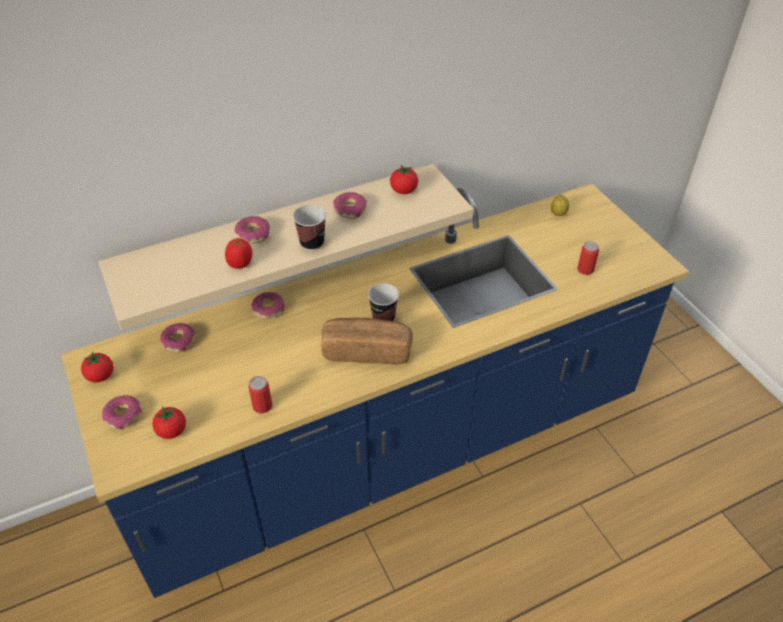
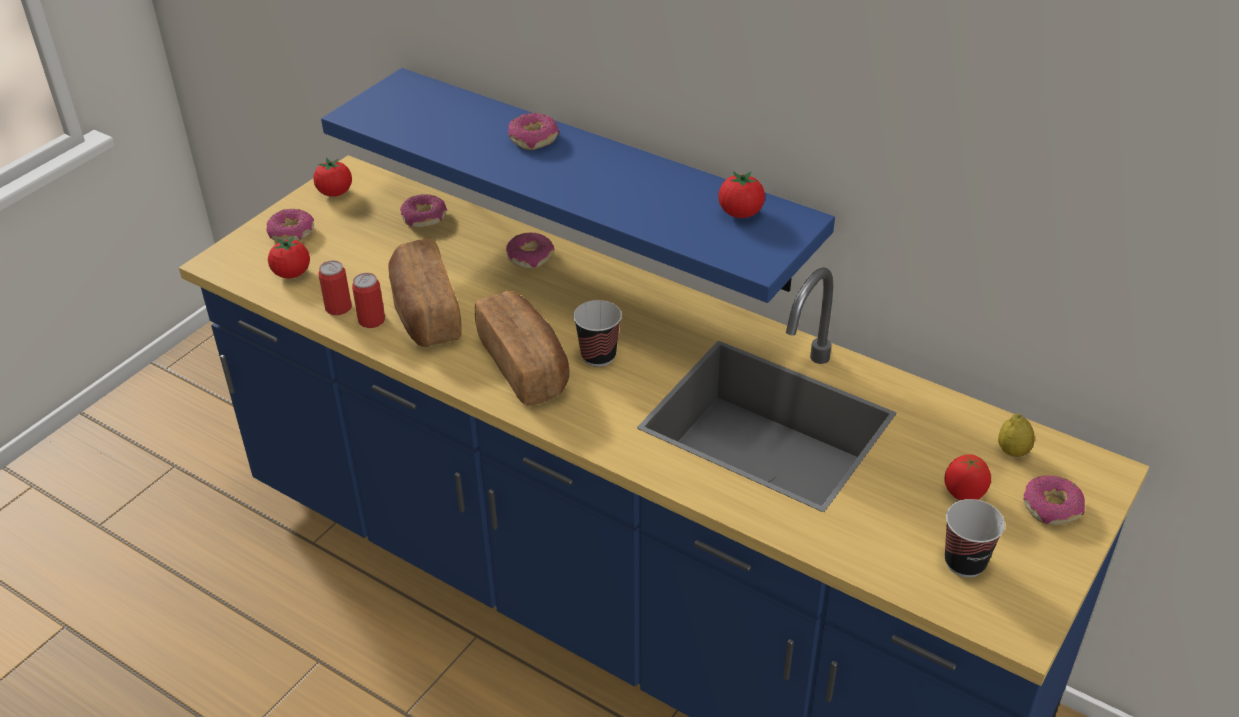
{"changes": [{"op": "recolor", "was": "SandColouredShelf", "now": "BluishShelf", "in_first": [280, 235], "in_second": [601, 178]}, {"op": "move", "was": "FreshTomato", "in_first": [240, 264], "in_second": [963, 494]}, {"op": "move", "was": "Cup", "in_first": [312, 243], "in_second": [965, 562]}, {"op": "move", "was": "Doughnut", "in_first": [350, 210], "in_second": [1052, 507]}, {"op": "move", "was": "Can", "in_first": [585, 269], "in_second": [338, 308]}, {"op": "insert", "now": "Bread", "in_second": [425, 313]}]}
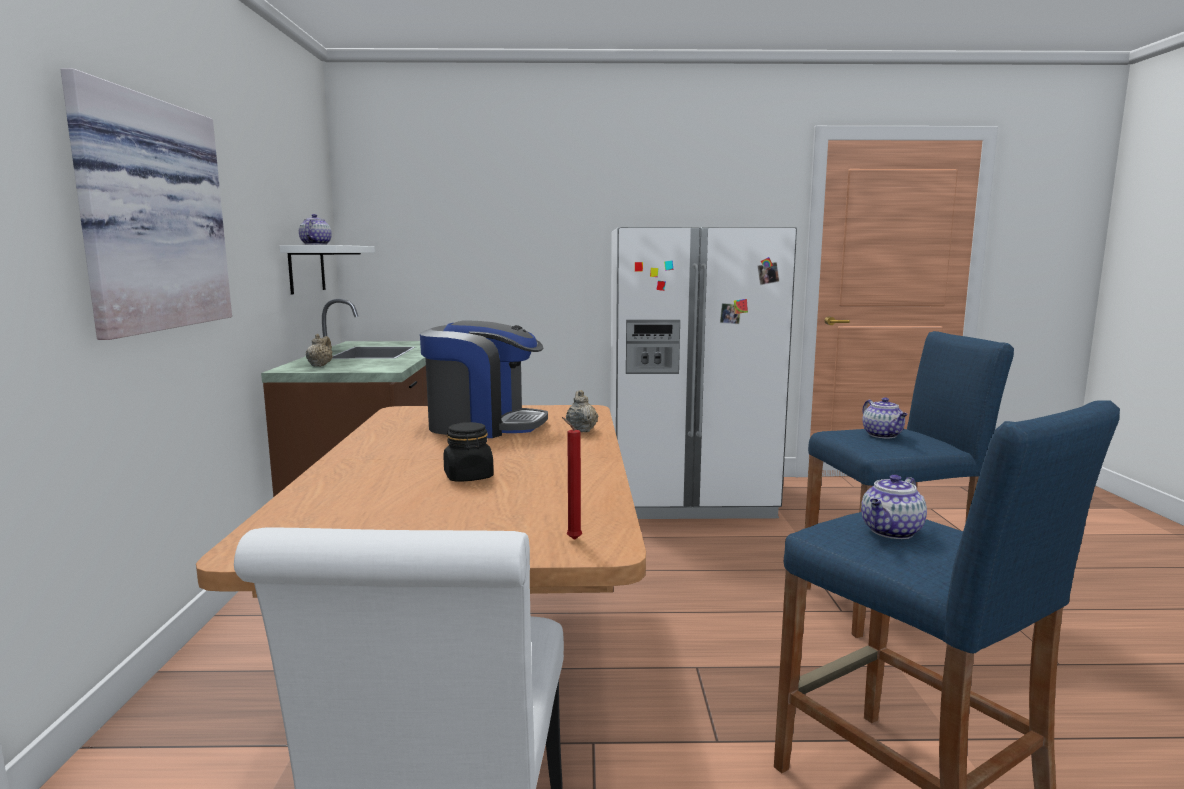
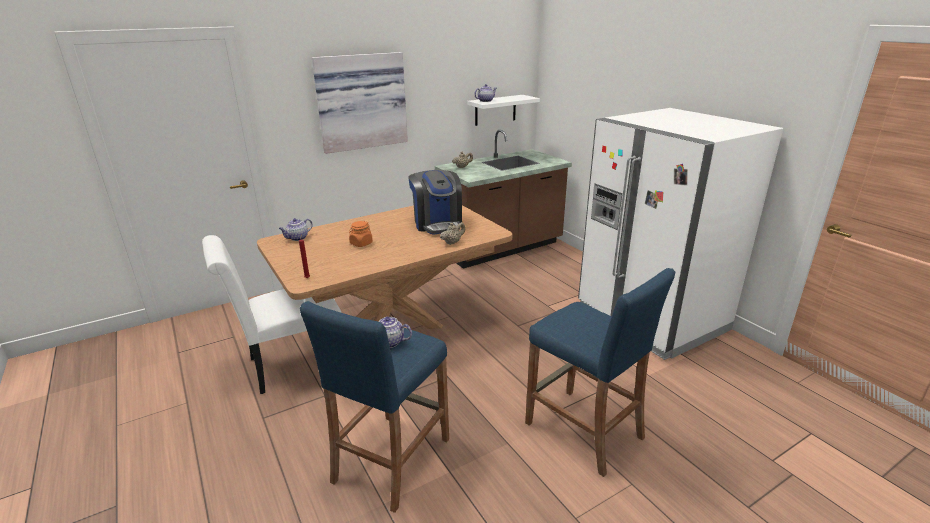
{"changes": [{"op": "recolor", "was": "BlackishPreserveJar", "now": "OrangeyPreserveJar", "in_first": [468, 477], "in_second": [361, 243]}, {"op": "move", "was": "TeaPot", "in_first": [883, 435], "in_second": [297, 238]}]}
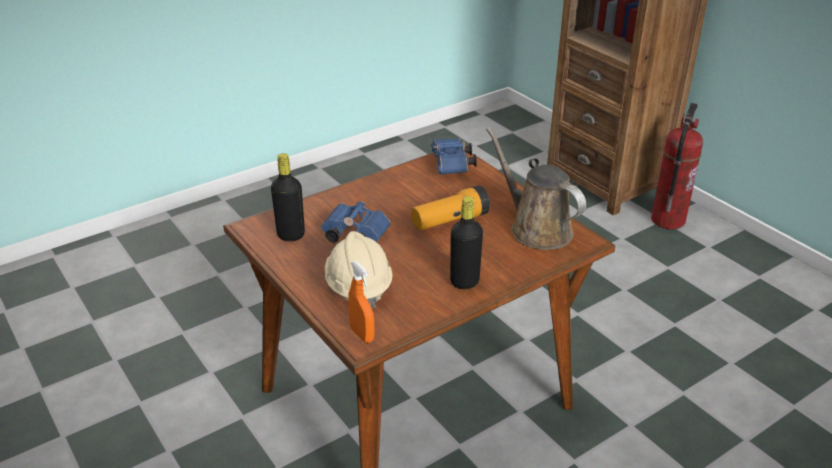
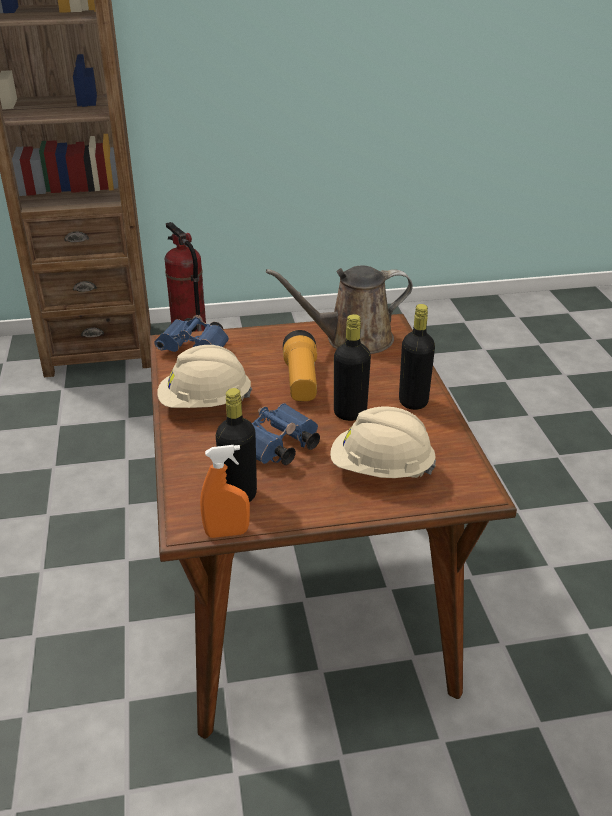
{"changes": [{"op": "move", "was": "OrangeyHandSprayer", "in_first": [362, 334], "in_second": [227, 533]}, {"op": "insert", "now": "SandColouredSafetyHelmet", "in_second": [205, 404]}, {"op": "insert", "now": "BlackishBottle", "in_second": [350, 413]}]}
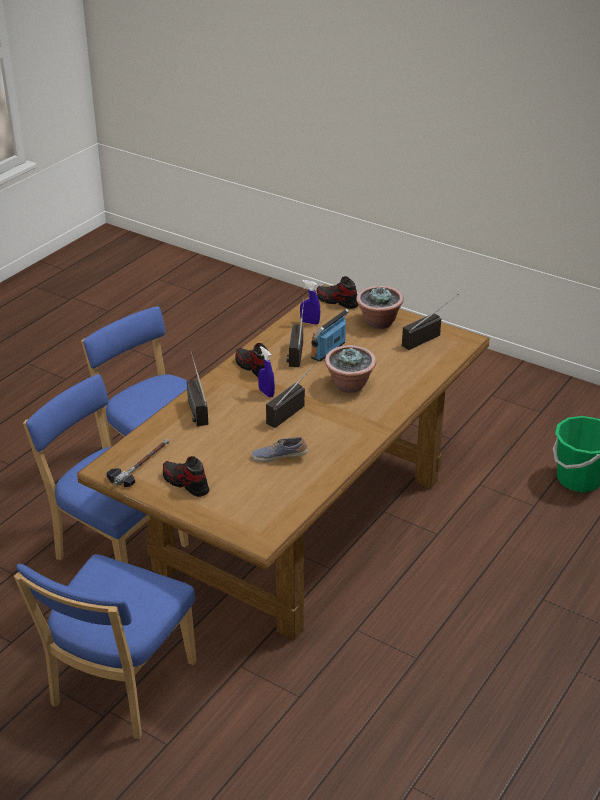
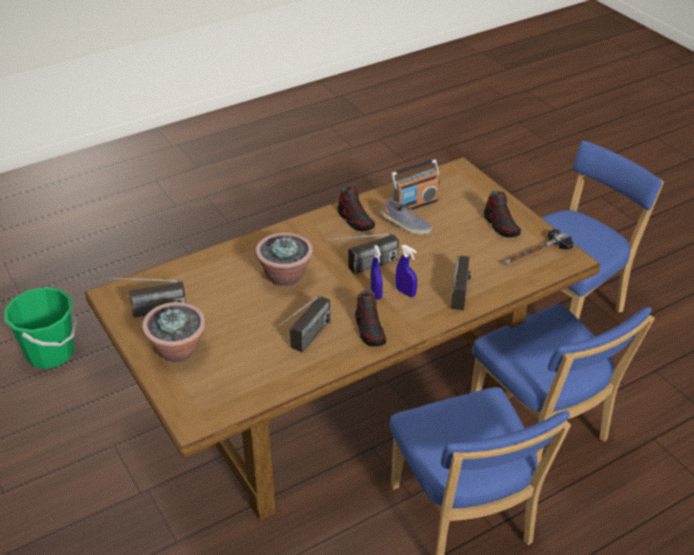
{"changes": [{"op": "move", "was": "BluishHandSprayer", "in_first": [310, 322], "in_second": [405, 292]}, {"op": "move", "was": "RadioSet", "in_first": [328, 350], "in_second": [415, 204]}, {"op": "move", "was": "ItemOfFootwear", "in_first": [337, 301], "in_second": [355, 220]}]}
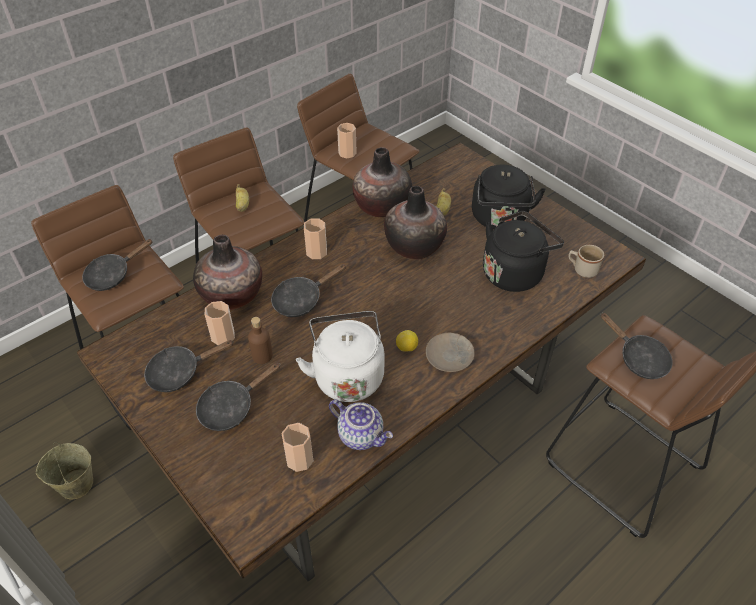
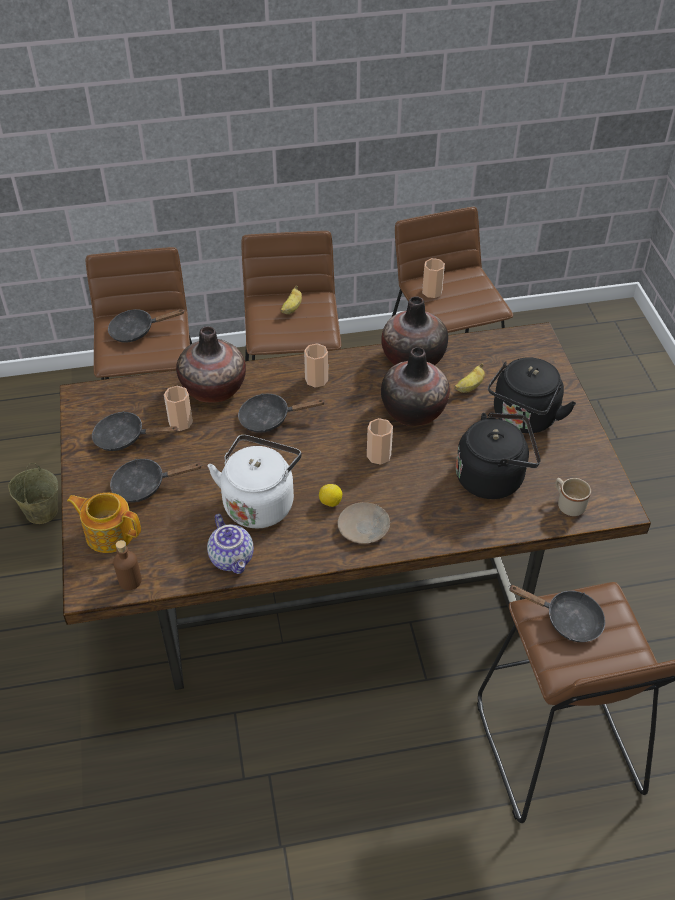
{"changes": [{"op": "move", "was": "BrownColouredBottle", "in_first": [262, 356], "in_second": [130, 581]}, {"op": "move", "was": "Cup", "in_first": [299, 459], "in_second": [379, 455]}, {"op": "rotate", "was": "BlackishPan", "in_first": [639, 358], "in_second": [567, 620], "clockwise": -60}, {"op": "insert", "now": "TeaPot", "in_second": [109, 533]}]}
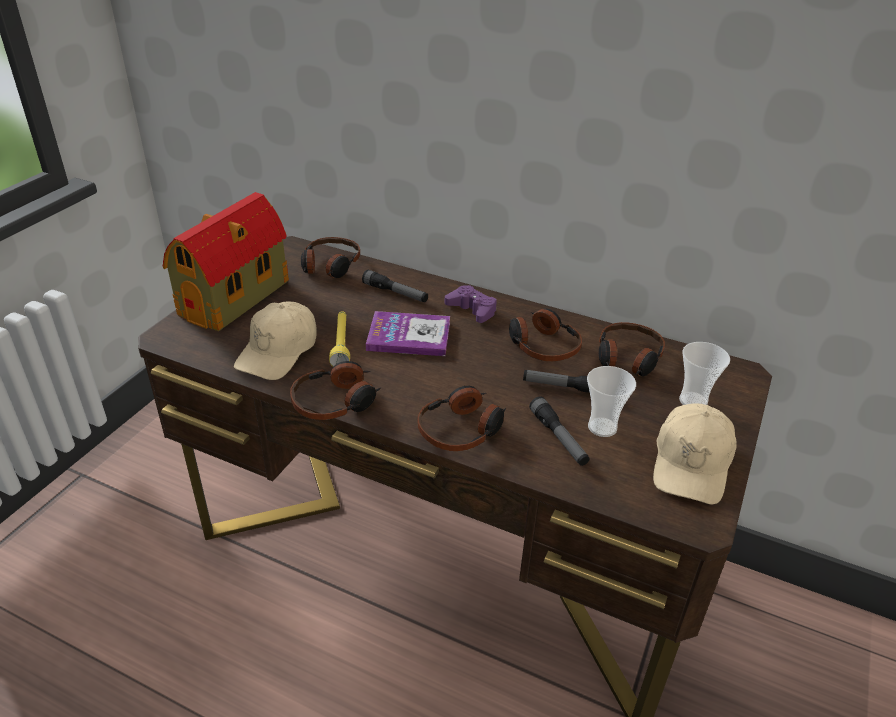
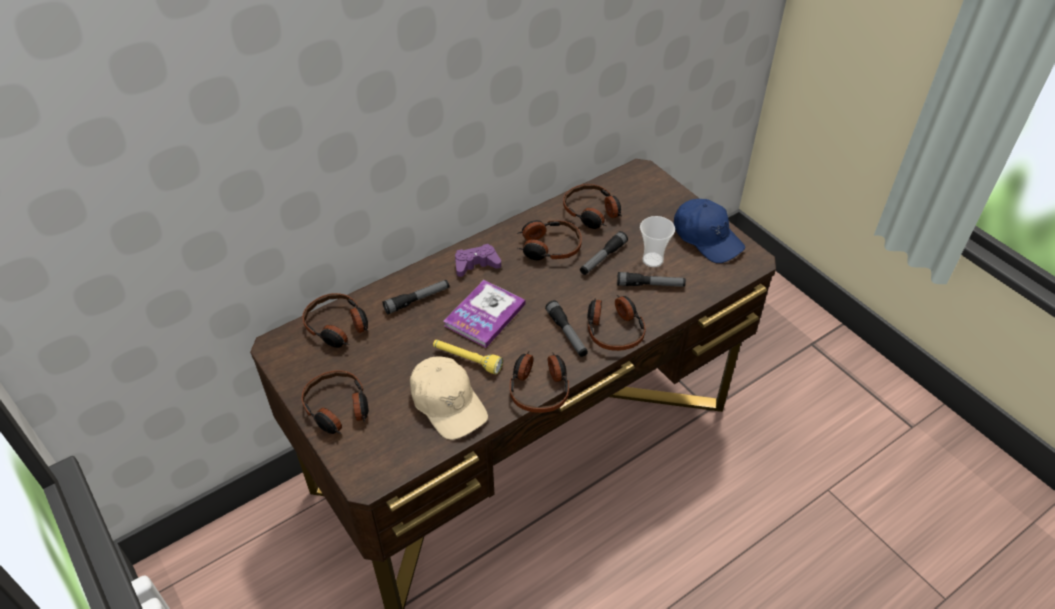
{"changes": [{"op": "replace", "was": "ModelHouse", "now": "Headphones", "in_first": [237, 297], "in_second": [338, 409]}, {"op": "recolor", "was": "SandColouredBaseballCap", "now": "BluishBaseballCap", "in_first": [691, 463], "in_second": [707, 238]}, {"op": "delete", "was": "Cup", "in_first": [693, 401]}, {"op": "insert", "now": "HandTorch", "in_second": [567, 333]}]}
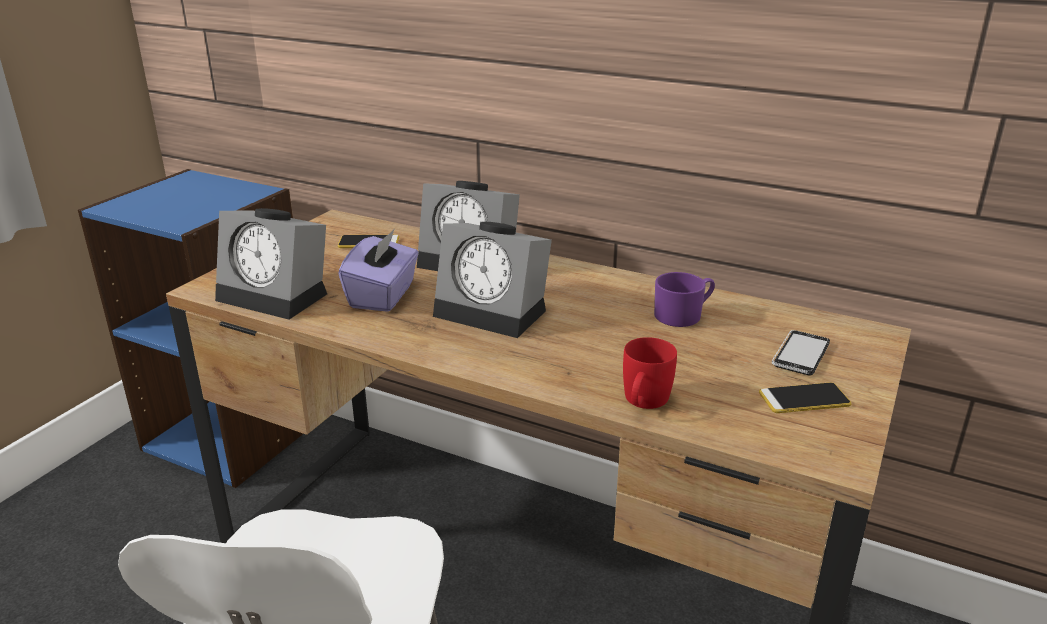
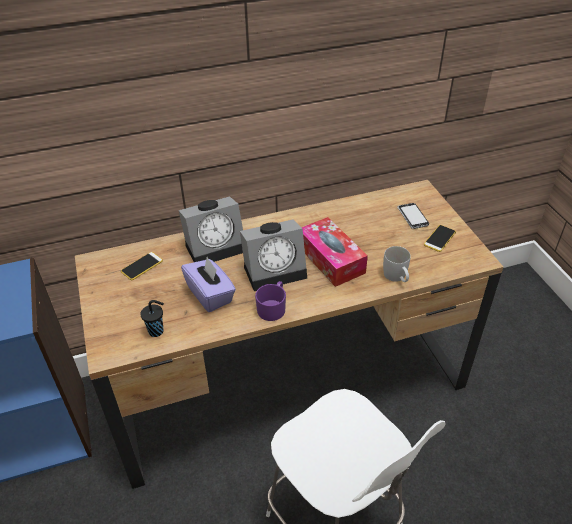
{"changes": [{"op": "replace", "was": "AlarmClock", "now": "BlackishCup", "in_first": [278, 295], "in_second": [157, 331]}, {"op": "recolor", "was": "RedMug", "now": "WhiteColouredMug", "in_first": [643, 402], "in_second": [396, 277]}, {"op": "move", "was": "PurpleMug", "in_first": [683, 315], "in_second": [273, 308]}, {"op": "insert", "now": "TissueBox", "in_second": [331, 259]}]}
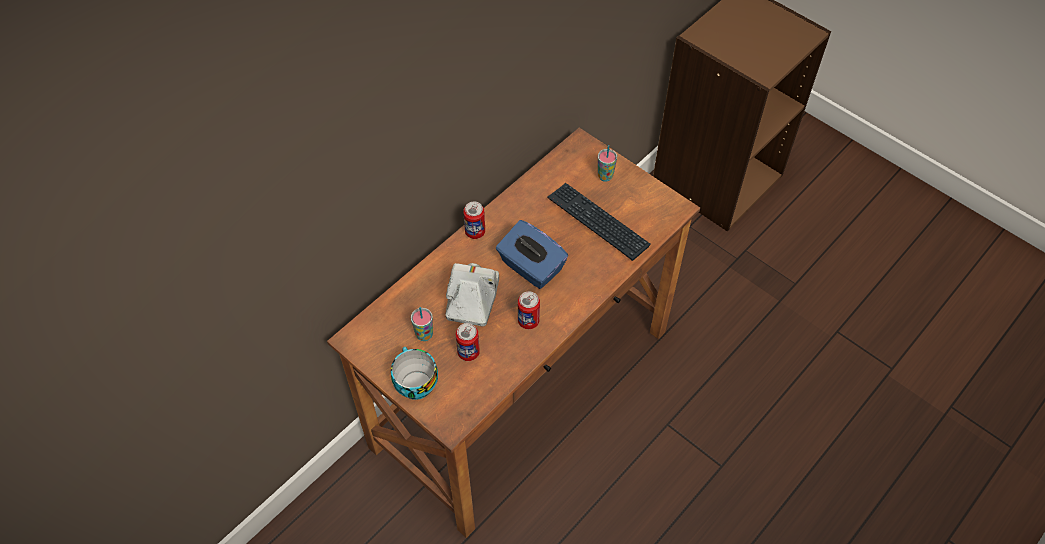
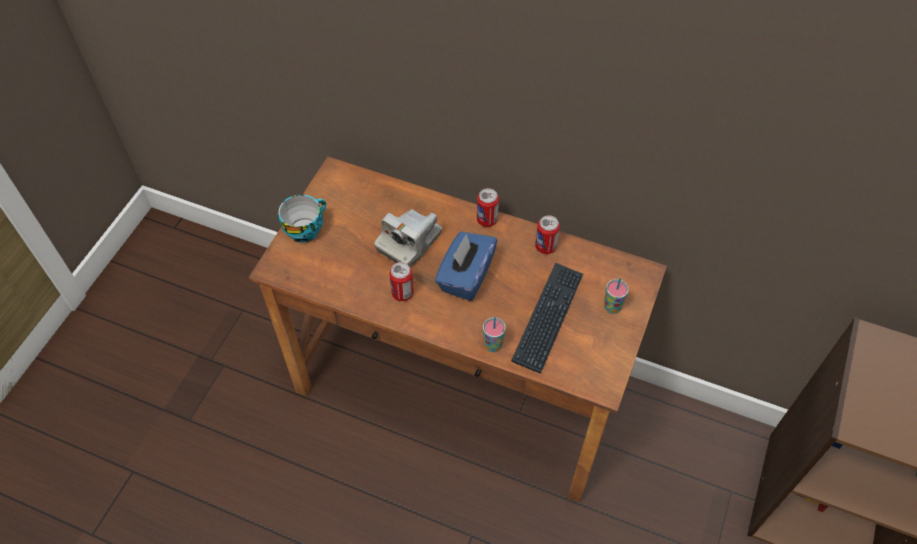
{"changes": [{"op": "move", "was": "Cup", "in_first": [424, 335], "in_second": [493, 345]}, {"op": "rotate", "was": "PhotoCamera", "in_first": [472, 299], "in_second": [409, 242], "clockwise": 135}, {"op": "move", "was": "Can", "in_first": [468, 352], "in_second": [545, 247]}]}
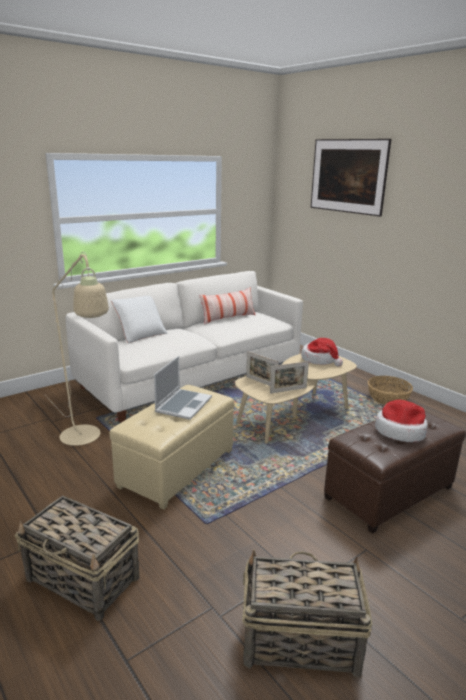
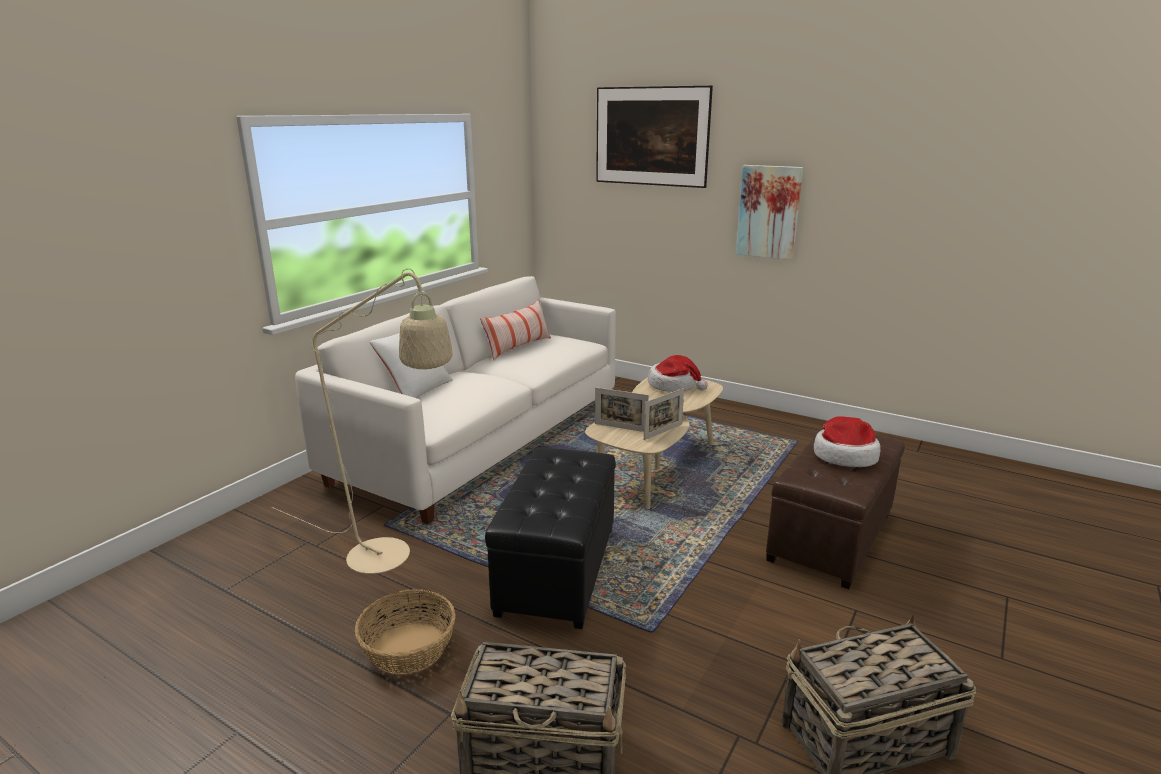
{"changes": [{"op": "recolor", "was": "SandColouredPouffe", "now": "BlackishPouffe", "in_first": [176, 468], "in_second": [557, 569]}, {"op": "delete", "was": "Laptop", "in_first": [183, 405]}, {"op": "move", "was": "Basket", "in_first": [387, 398], "in_second": [408, 648]}, {"op": "insert", "now": "Picture", "in_second": [769, 212]}]}
